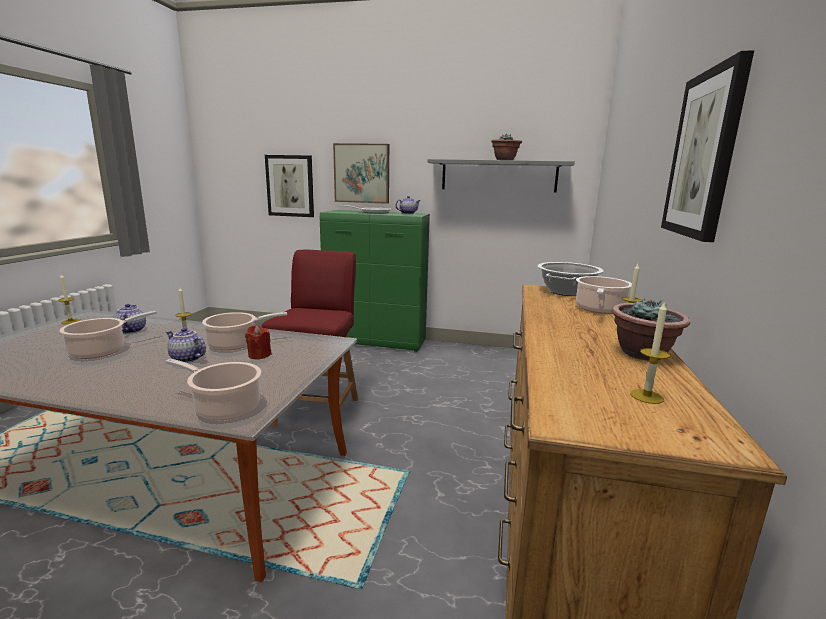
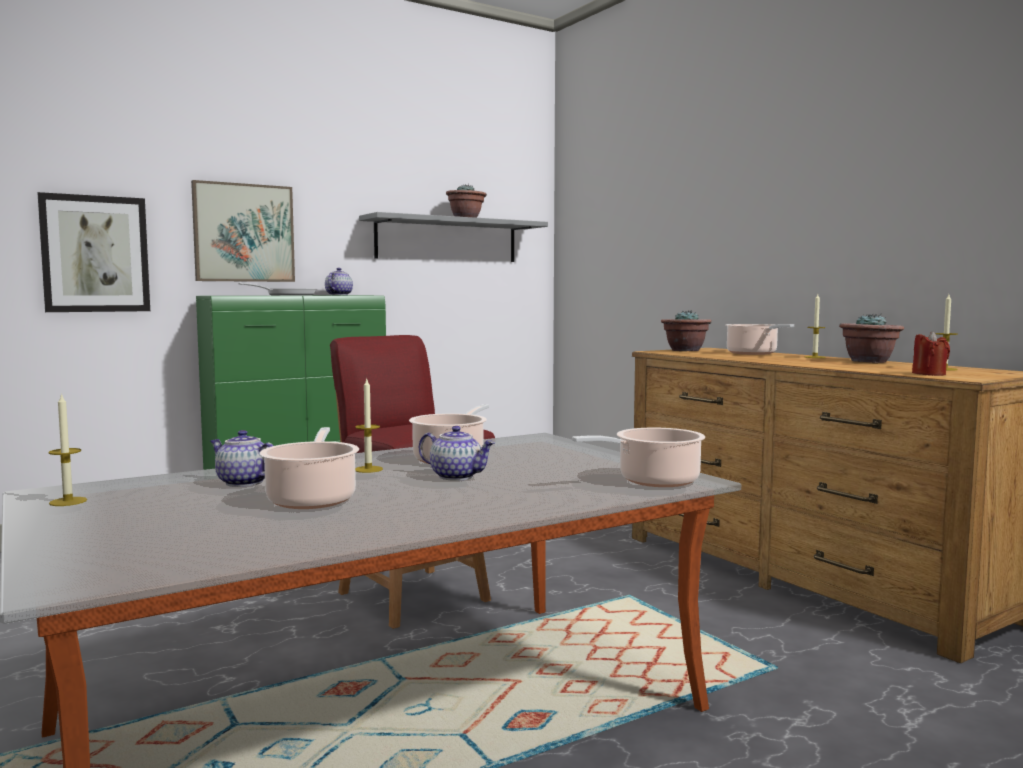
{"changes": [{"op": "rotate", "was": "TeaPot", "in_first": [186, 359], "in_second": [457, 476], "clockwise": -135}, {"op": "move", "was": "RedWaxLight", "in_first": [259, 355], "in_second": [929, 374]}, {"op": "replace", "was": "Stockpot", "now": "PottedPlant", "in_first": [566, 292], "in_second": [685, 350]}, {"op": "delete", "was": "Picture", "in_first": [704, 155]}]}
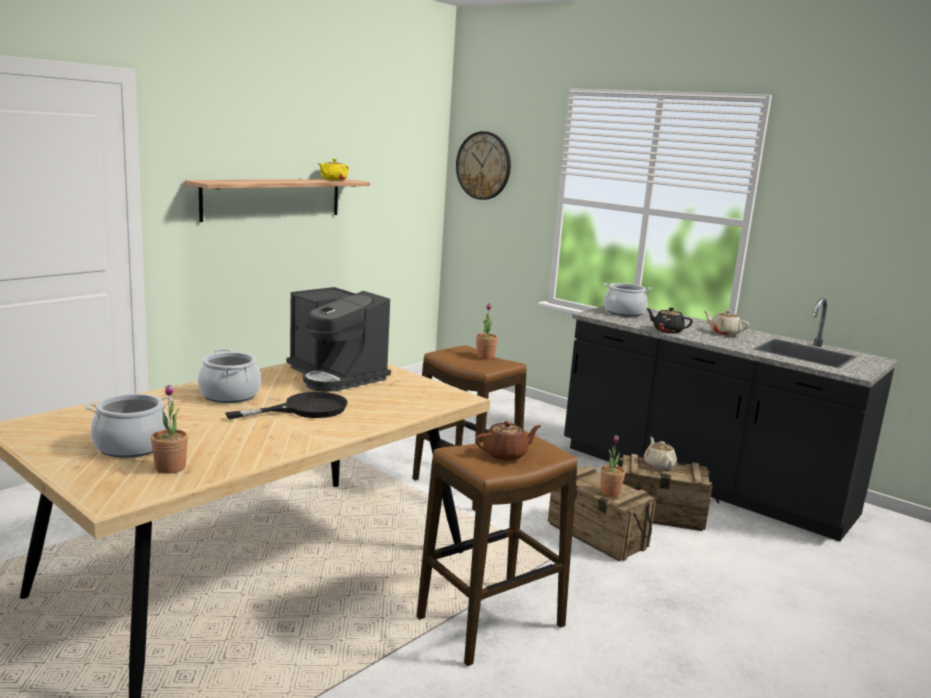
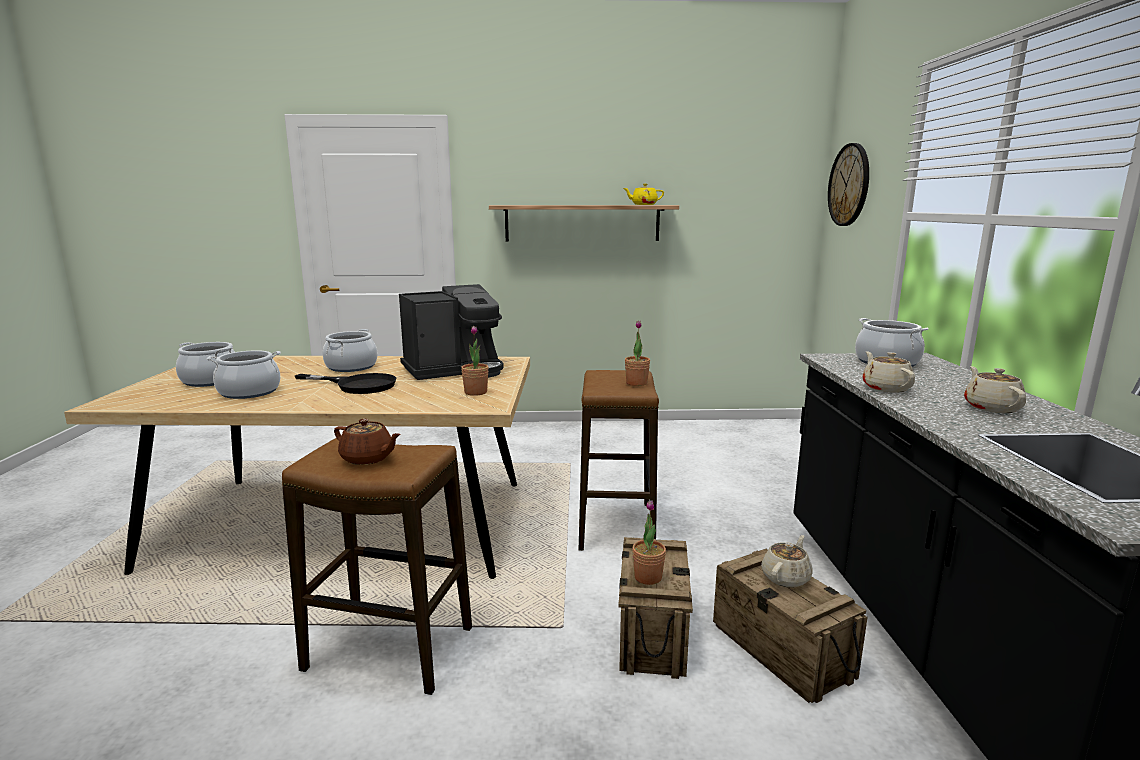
{"changes": [{"op": "move", "was": "PottedPlant", "in_first": [170, 468], "in_second": [475, 392]}, {"op": "rotate", "was": "CoffeeMachine", "in_first": [336, 376], "in_second": [455, 370], "clockwise": -120}, {"op": "recolor", "was": "BlackishTeaPot", "now": "SandColouredTeaPot", "in_first": [667, 330], "in_second": [885, 388]}, {"op": "insert", "now": "Stockpot", "in_second": [249, 392]}]}
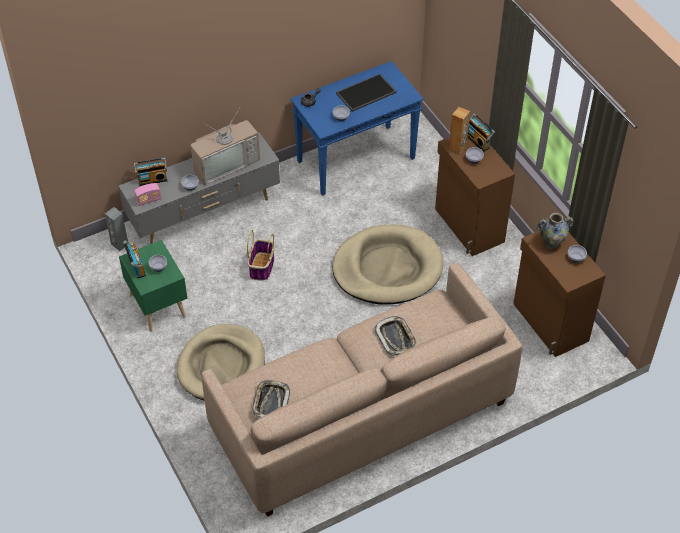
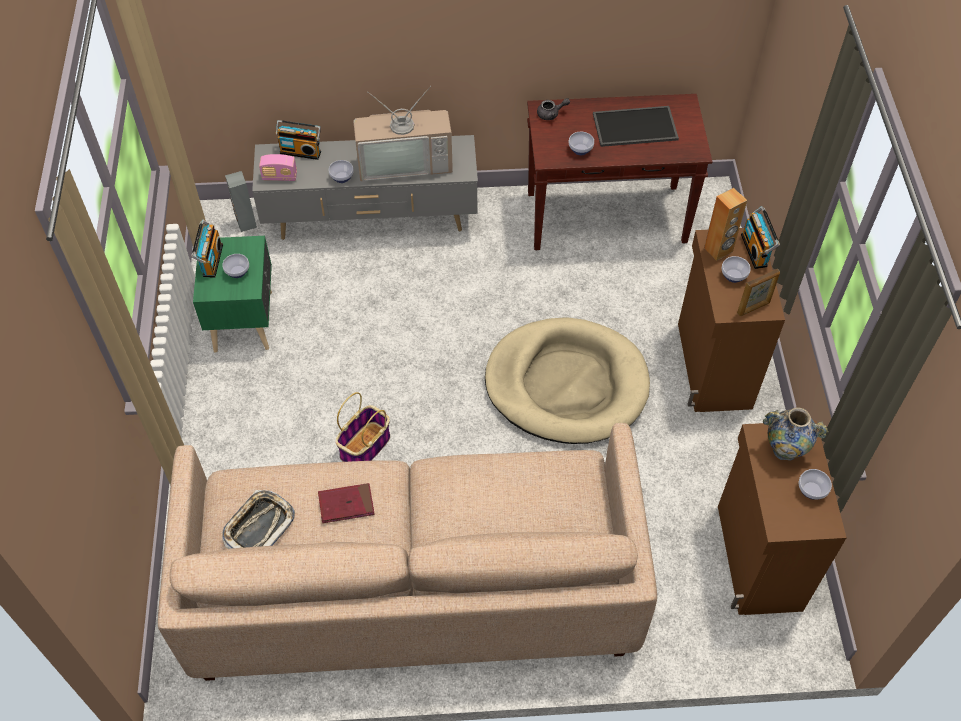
{"changes": [{"op": "delete", "was": "SandColouredDogCushion", "in_first": [221, 366]}, {"op": "move", "was": "Basket", "in_first": [262, 267], "in_second": [365, 447]}, {"op": "recolor", "was": "BluishConsoleTable", "now": "BrownColouredConsoleTable", "in_first": [356, 159], "in_second": [607, 217]}, {"op": "delete", "was": "ServingTray", "in_first": [395, 338]}, {"op": "insert", "now": "RedBook", "in_second": [346, 504]}, {"op": "insert", "now": "PictureFrame", "in_second": [754, 308]}]}
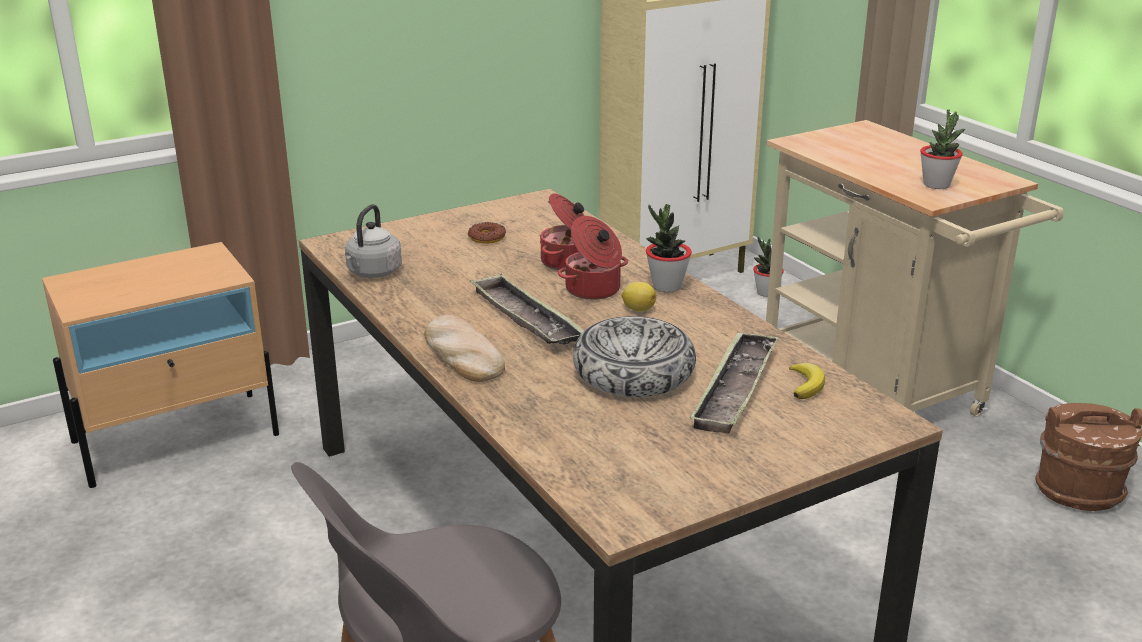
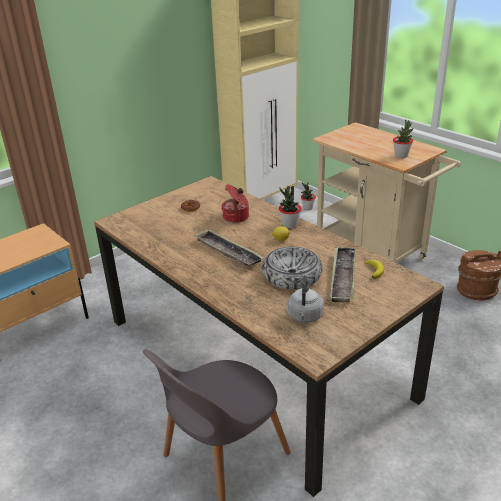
{"changes": [{"op": "move", "was": "GrayWaterKettle", "in_first": [373, 273], "in_second": [305, 317]}, {"op": "delete", "was": "Bread", "in_first": [461, 355]}, {"op": "delete", "was": "Stockpot", "in_first": [593, 290]}]}
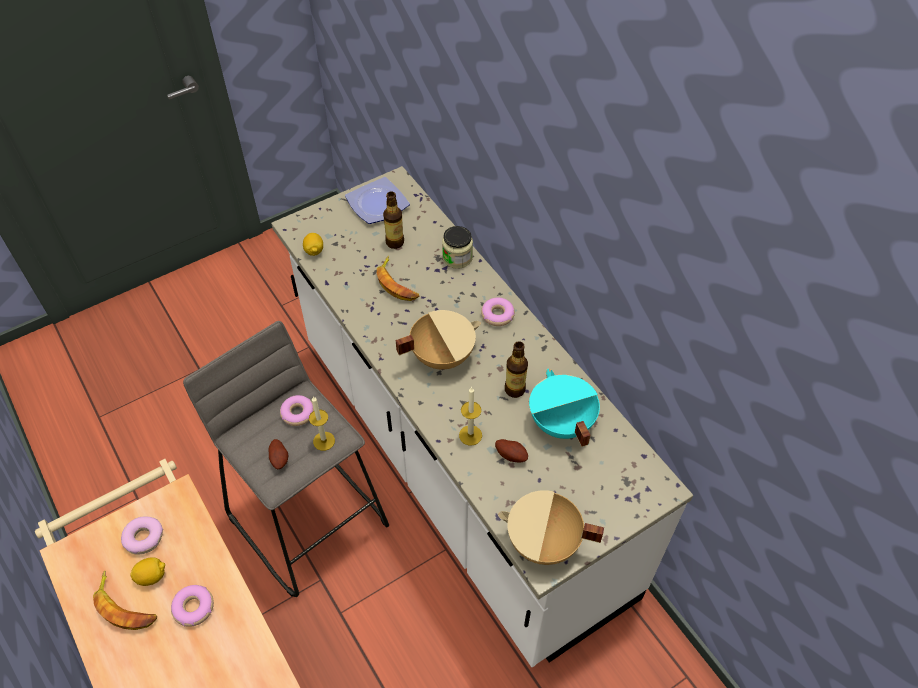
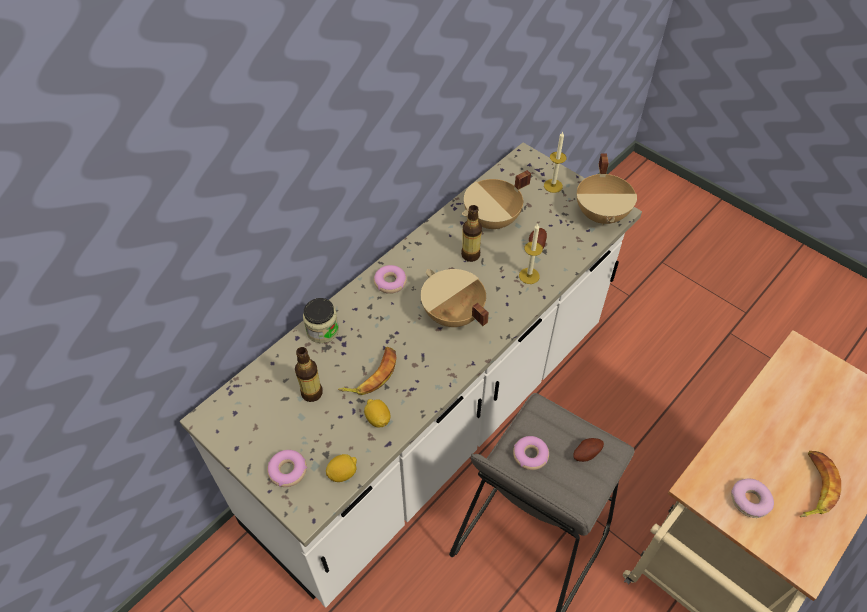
{"changes": [{"op": "move", "was": "CitrusFruit", "in_first": [152, 576], "in_second": [378, 418]}, {"op": "move", "was": "Doughnut", "in_first": [193, 608], "in_second": [288, 471]}, {"op": "move", "was": "WaxLight", "in_first": [324, 441], "in_second": [553, 186]}, {"op": "delete", "was": "Plate", "in_first": [379, 204]}, {"op": "recolor", "was": "TurquoiseColouredStockpot", "now": "SandColouredStockpot", "in_first": [560, 423], "in_second": [492, 220]}]}
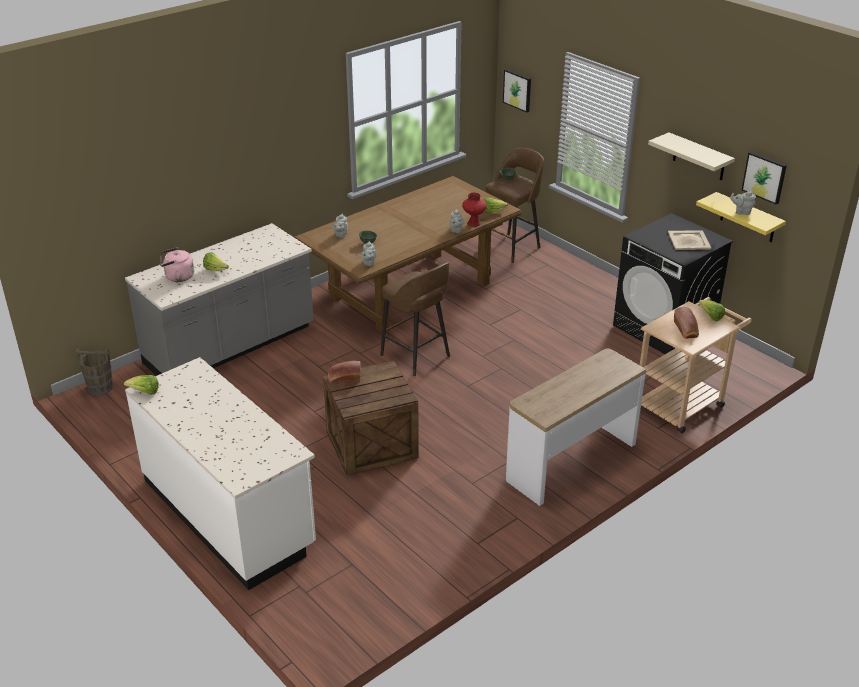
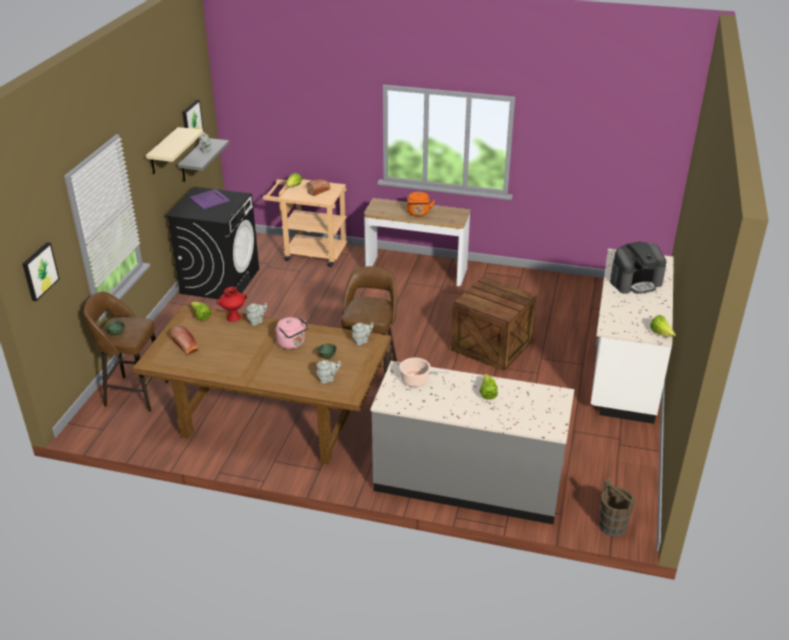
{"changes": [{"op": "move", "was": "PinkColouredWaterKettle", "in_first": [177, 277], "in_second": [292, 344]}, {"op": "move", "was": "Bread", "in_first": [344, 379], "in_second": [186, 346]}, {"op": "recolor", "was": "SandColouredServingTray", "now": "PurpleServingTray", "in_first": [688, 240], "in_second": [210, 199]}, {"op": "recolor", "was": "YellowishShelf", "now": "GrayShelf", "in_first": [748, 218], "in_second": [193, 161]}, {"op": "insert", "now": "Stockpot", "in_second": [417, 380]}, {"op": "insert", "now": "OrangeyWaterKettle", "in_second": [418, 213]}, {"op": "insert", "now": "CoffeeMachine", "in_second": [635, 282]}]}
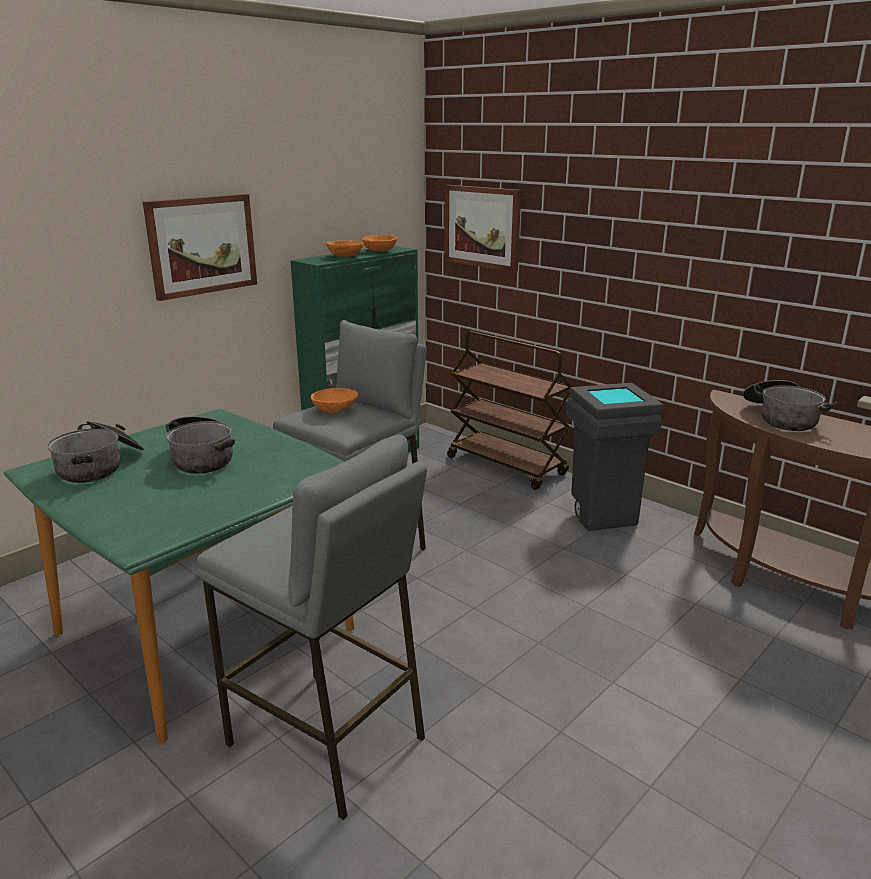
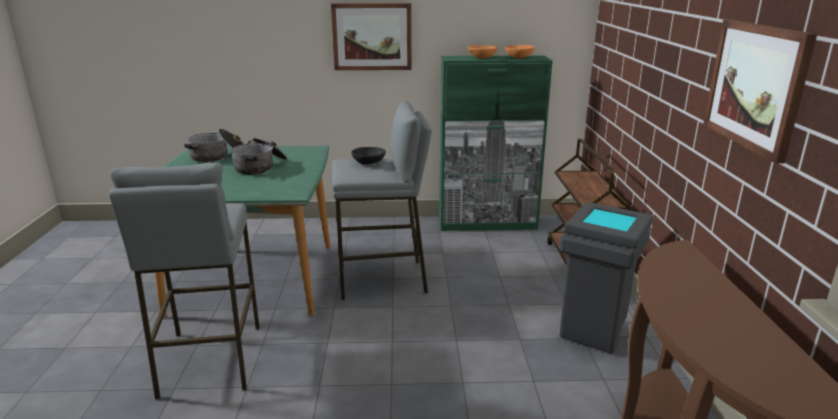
{"changes": [{"op": "recolor", "was": "OrangeyServingBowl", "now": "BlackishServingBowl", "in_first": [336, 410], "in_second": [369, 163]}, {"op": "move", "was": "Picture", "in_first": [482, 227], "in_second": [755, 86]}, {"op": "delete", "was": "Stockpot", "in_first": [781, 418]}]}
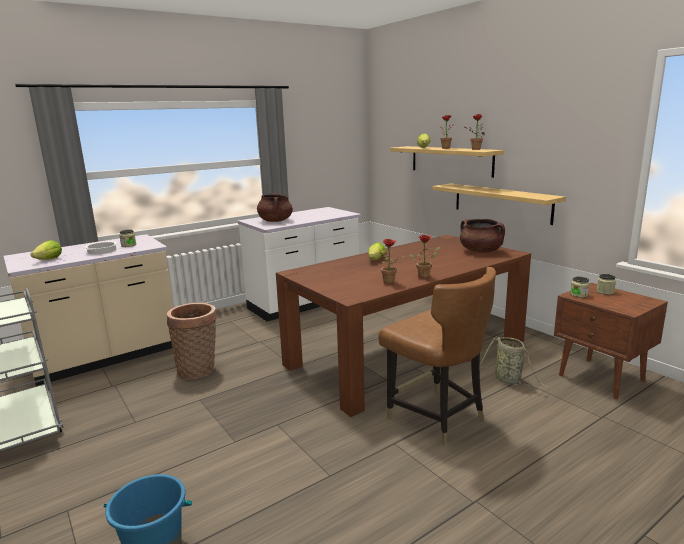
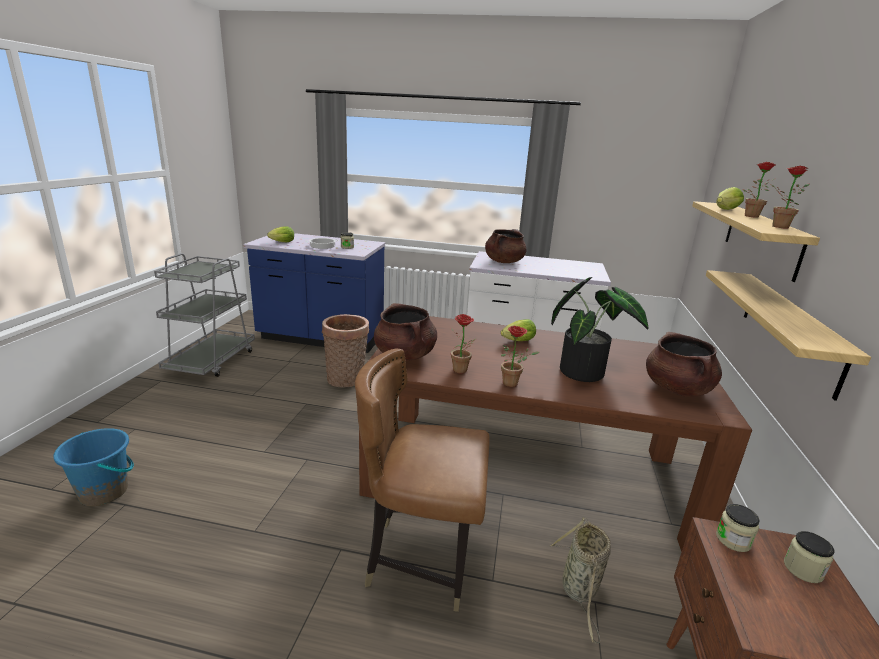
{"changes": [{"op": "recolor", "was": "SandColouredKitchenBaseUnit", "now": "BluishKitchenBaseUnit", "in_first": [106, 358], "in_second": [321, 338]}, {"op": "rotate", "was": "BrownColouredPlainChair", "in_first": [436, 417], "in_second": [420, 559], "clockwise": 90}, {"op": "insert", "now": "BrownColouredStockpot", "in_second": [405, 355]}, {"op": "insert", "now": "PottedPlant", "in_second": [586, 372]}]}
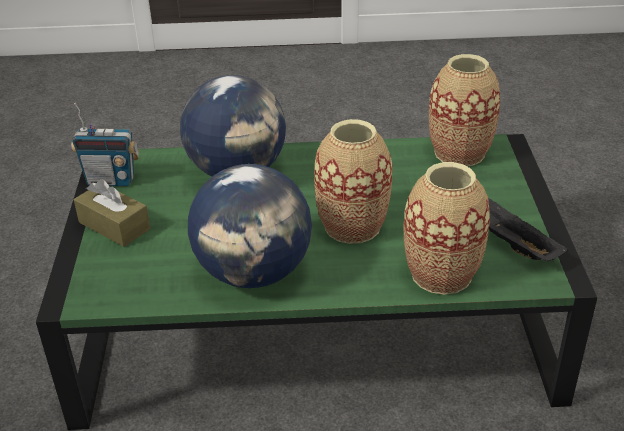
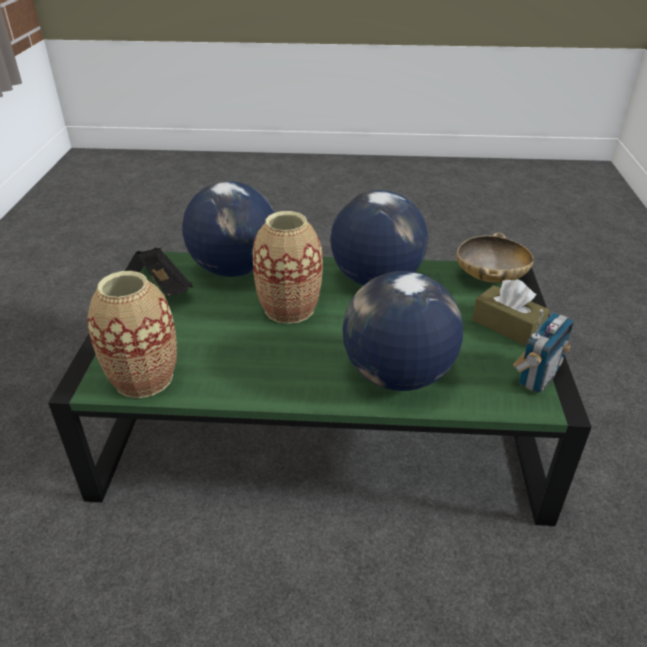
{"changes": [{"op": "rotate", "was": "RadioSet", "in_first": [111, 180], "in_second": [537, 377], "clockwise": 120}, {"op": "replace", "was": "FlowerVase", "now": "DeskGlobe", "in_first": [441, 274], "in_second": [234, 269]}, {"op": "insert", "now": "SandColouredServingBowl", "in_second": [490, 278]}]}
